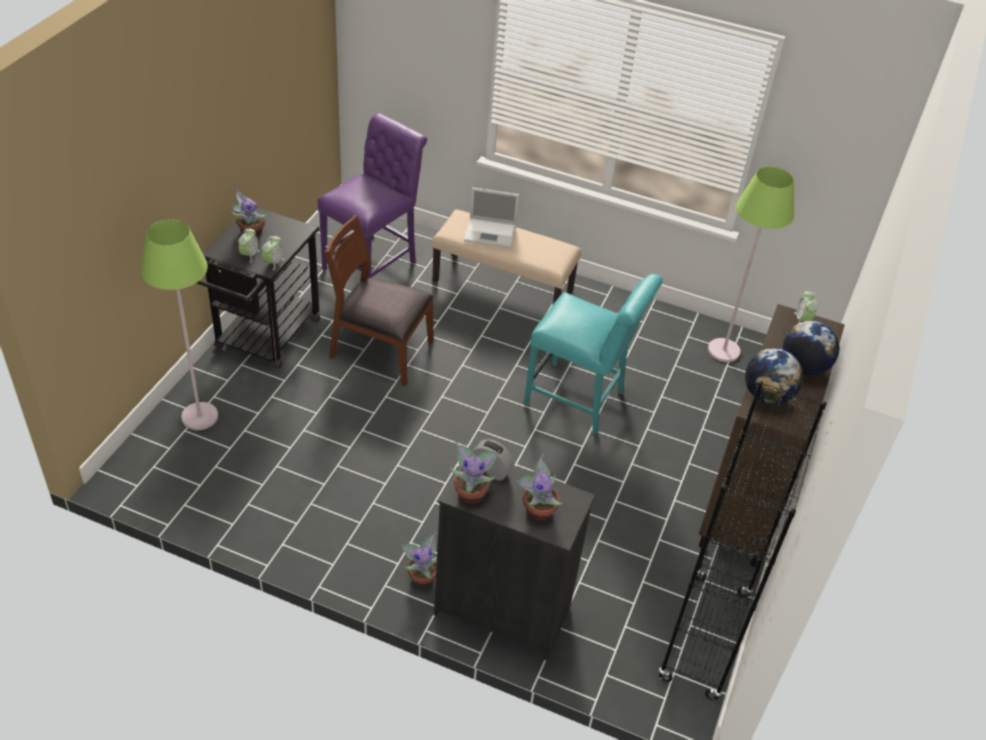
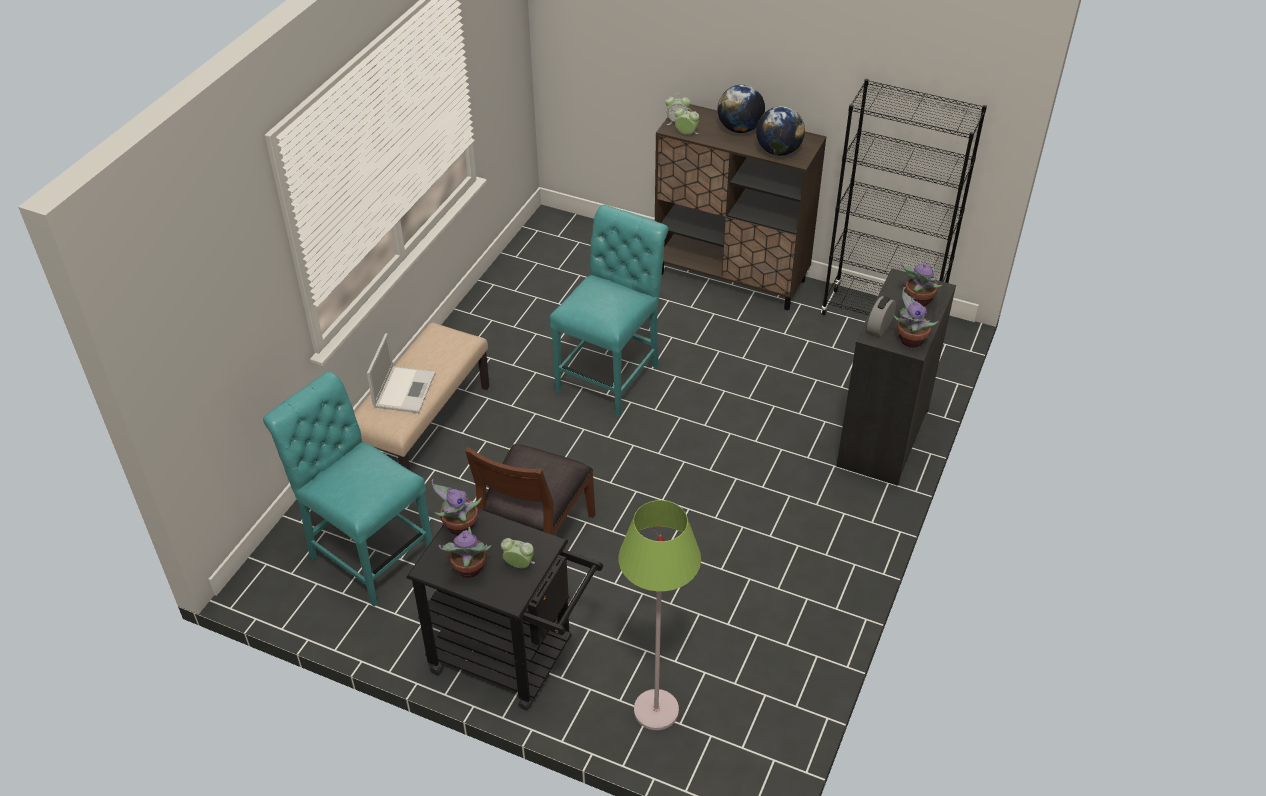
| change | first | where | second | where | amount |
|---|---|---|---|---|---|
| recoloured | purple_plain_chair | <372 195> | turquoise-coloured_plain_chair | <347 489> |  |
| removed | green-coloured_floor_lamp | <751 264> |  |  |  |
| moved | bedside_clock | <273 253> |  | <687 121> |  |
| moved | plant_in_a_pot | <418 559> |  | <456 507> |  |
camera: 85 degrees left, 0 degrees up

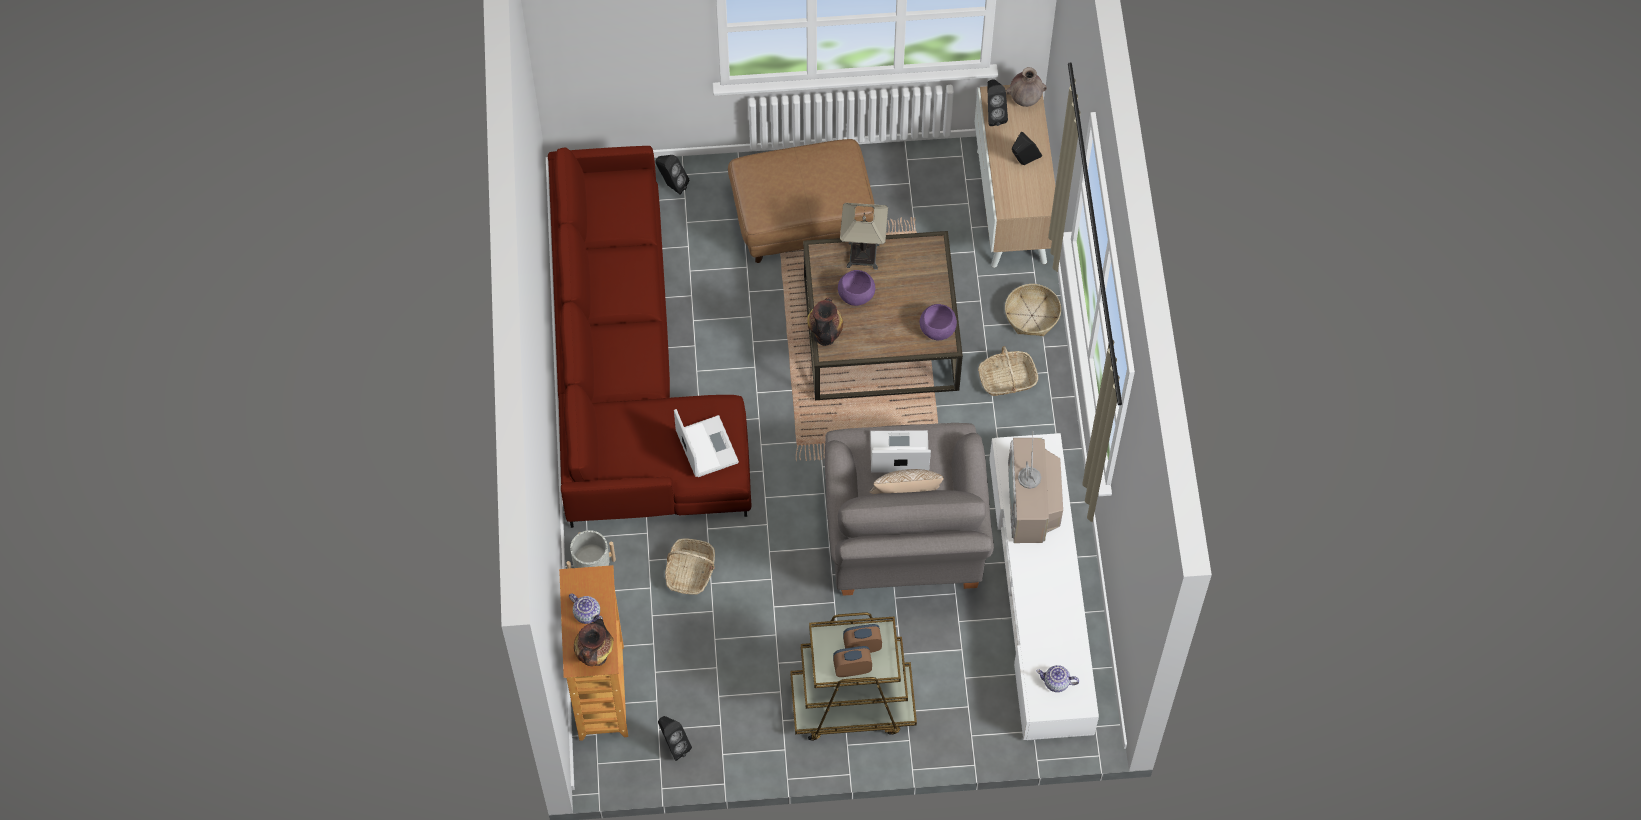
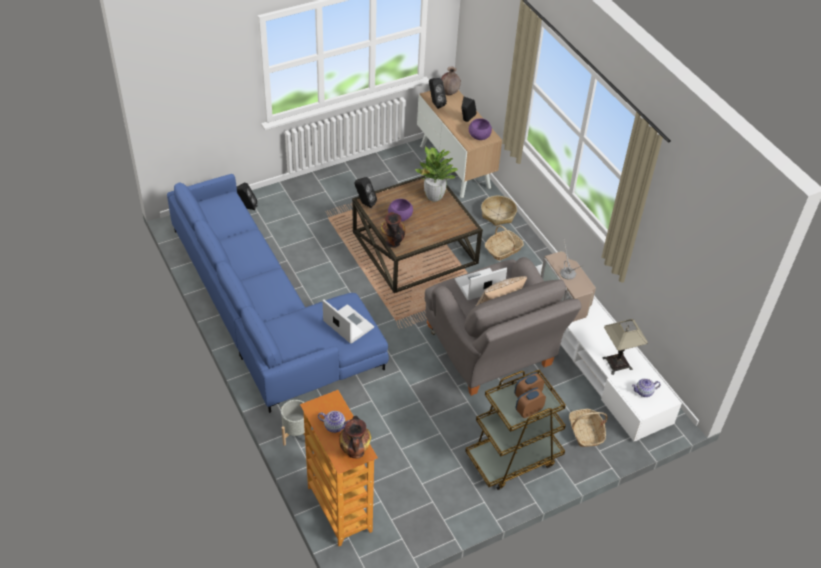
| change | first | where | second | where | amount |
|---|---|---|---|---|---|
| removed | brown_ottoman | <801 201> |  |  |  |
| recoloured | red-coloured_sofa | <649 337> | blue-coloured_sofa | <278 293> |  |
| moved | lamp_for_a_table | <864 236> |  | <625 347> |  |
| moved | purple_serving_bowl | <938 322> |  | <480 129> |  |
| moved | basket | <690 566> |  | <588 428> |  |
| moved | black_audio_speaker | <675 738> |  | <366 192> |  |
| added |  |  | plant_in_a_pot | <436 174> |  |
camera: 25 degrees left, 15 degrees down

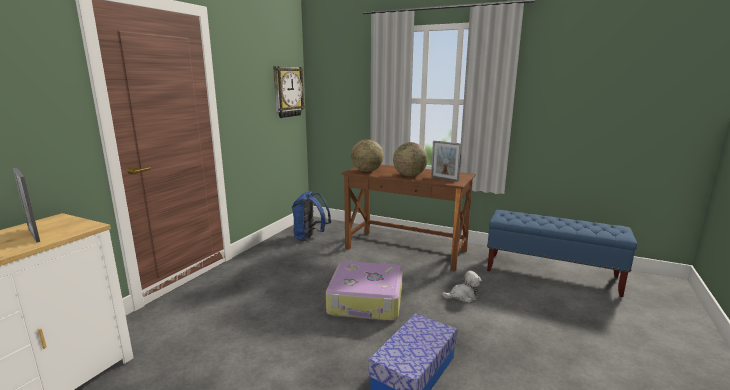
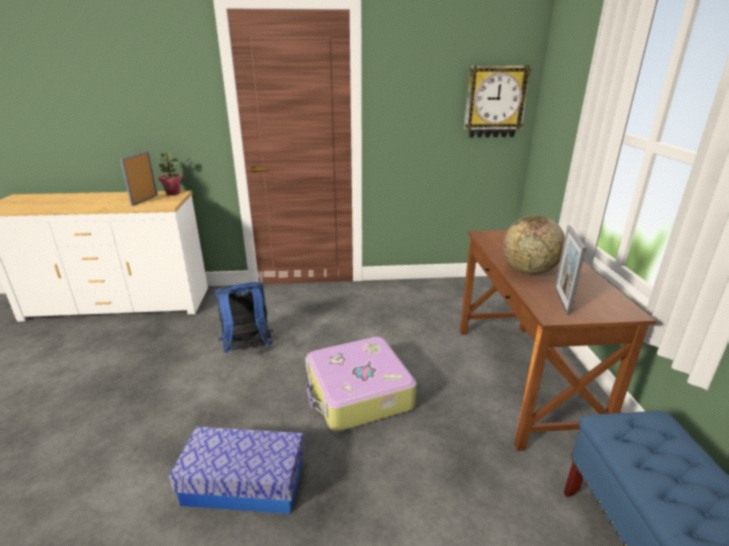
| change | first | where | second | where | amount |
|---|---|---|---|---|---|
| removed | desk_globe | <367 155> |  |  |  |
| moved | blue-coloured_backpack | <311 216> |  | <244 317> |  |
| removed | plush_toy | <461 287> |  |  |  |
| added |  |  | plant_in_a_pot | <170 173> |  |
camera: 60 degrees right, 10 degrees up

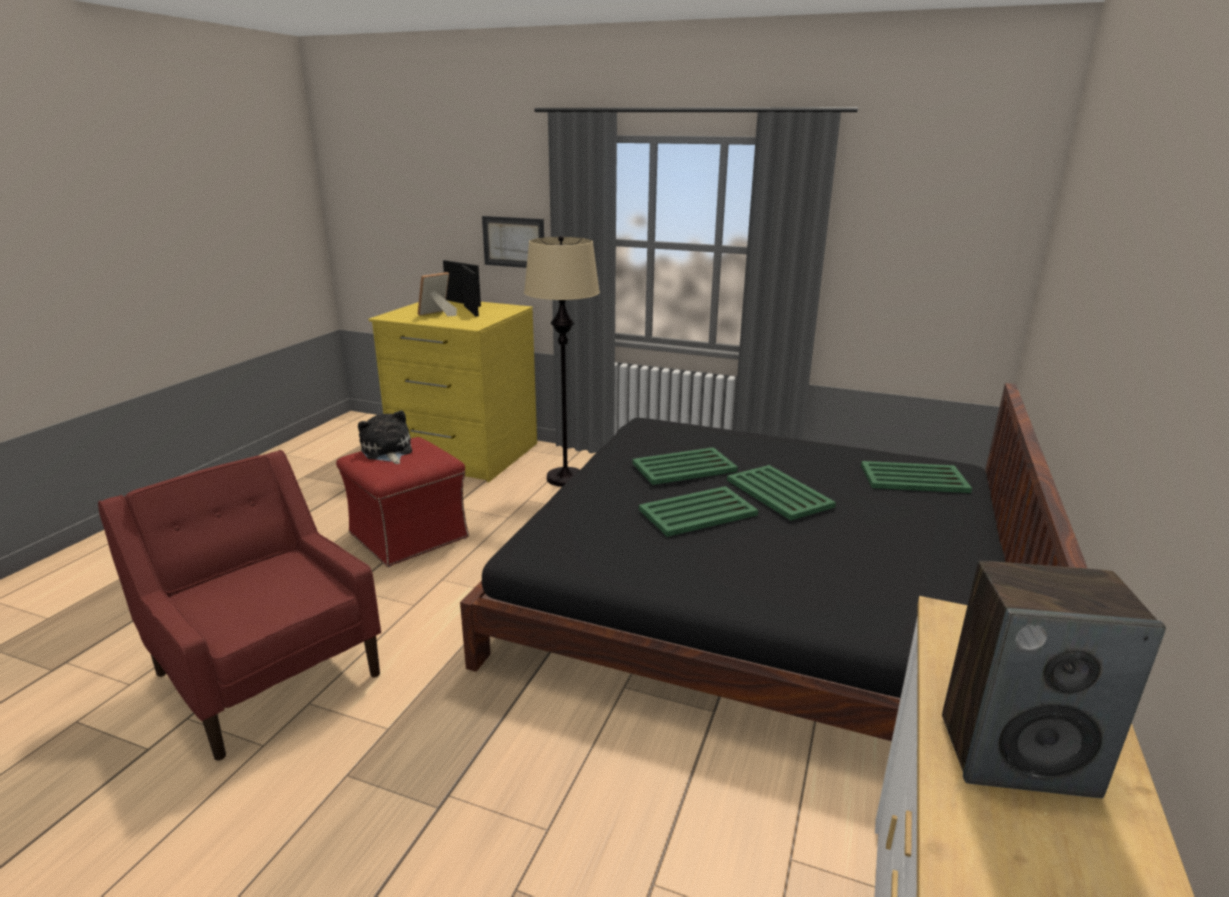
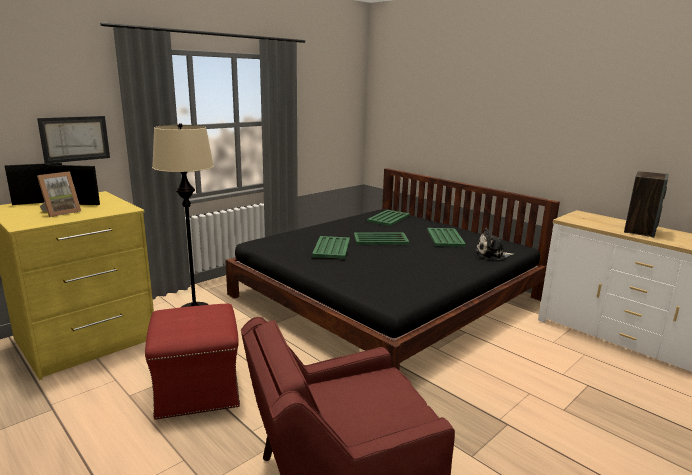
| change | first | where | second | where | amount |
|---|---|---|---|---|---|
| turned | standing_frame | <437 294> |  | <59 194> | 120 degrees counterclockwise |
| moved | plush_toy | <385 437> |  | <494 243> |  |
| moved | green-coloured_tray | <698 511> |  | <446 237> |  |
camera: 65 degrees left, 5 degrees down

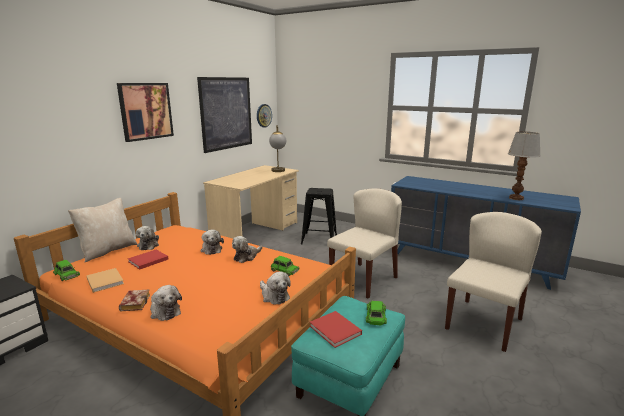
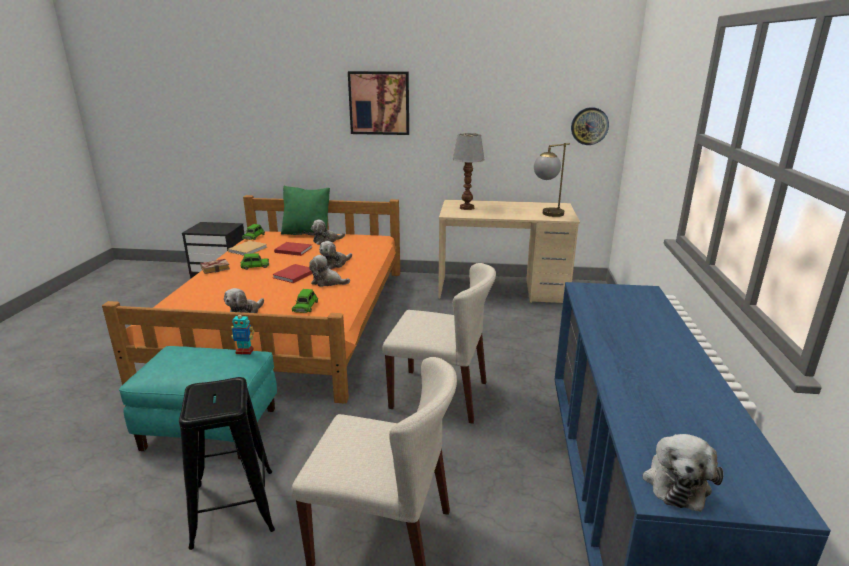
| change | first | where | second | where | amount |
|---|---|---|---|---|---|
| removed | picture | <224 115> |  |  |  |
| moved | lamp_for_a_table | <524 166> |  | <469 171> |  |
| moved | black_stool_seat | <319 216> |  | <227 463> |  |
| recoloured | sand-coloured_pillow | <102 230> | green-coloured_pillow | <305 211> |  |
| moved | plush_toy | <166 303> |  | <682 473> |  |
| moved | green-coloured_model_car | <376 313> |  | <254 261> |  |
| moved | red-coloured_volume | <336 329> |  | <292 273> |  |
| added |  |  | model_robot | <242 333> |  |
camera: 65 degrees right, 5 degrees up

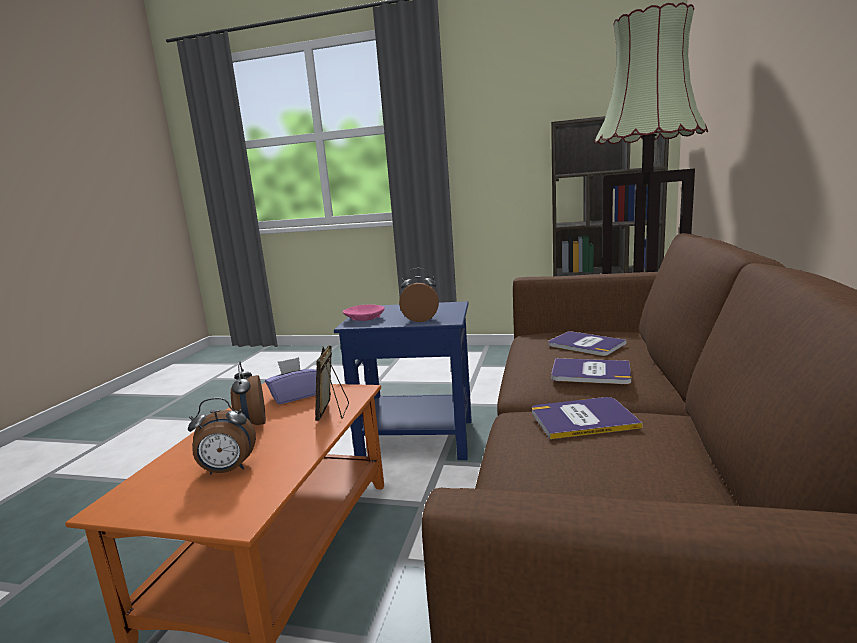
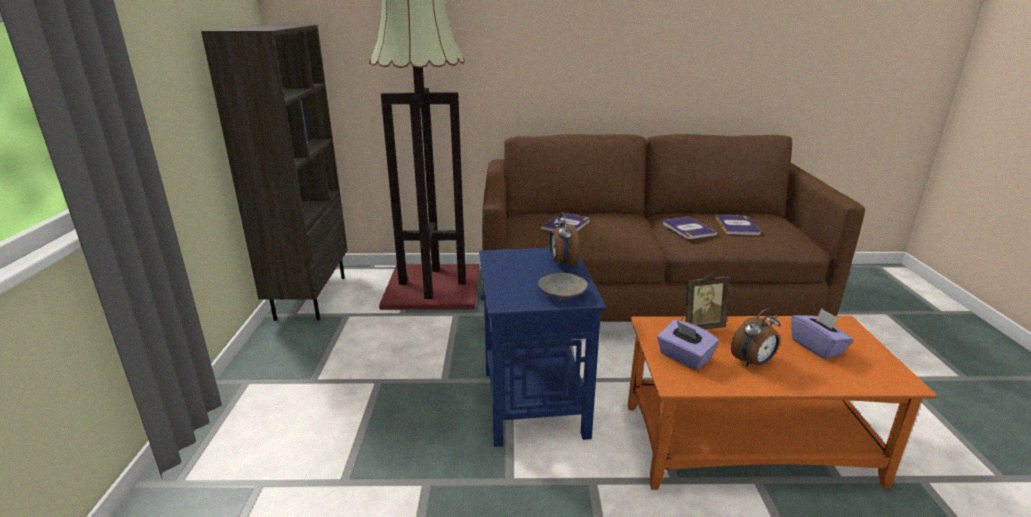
| change | first | where | second | where | amount |
|---|---|---|---|---|---|
| recoloured | pink-coloured_serving_bowl | <364 313> | greyish_serving_bowl | <563 287> |  |
| moved | volume | <591 371> |  | <738 225> |  |
| replaced | bedside_clock | <222 436> | purple_tissue_box | <822 333> |  |
camera: 105 degrees left, 10 degrees up

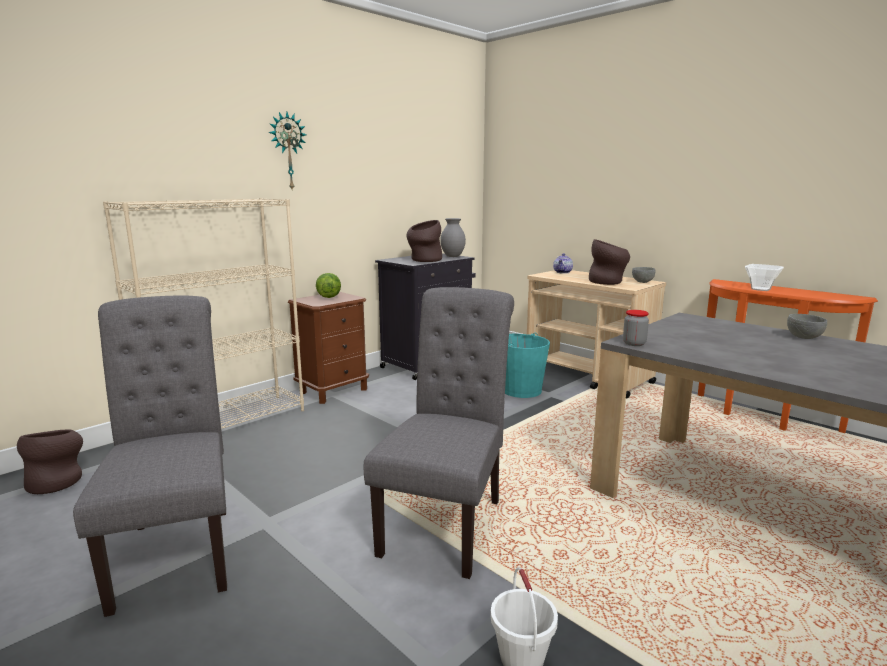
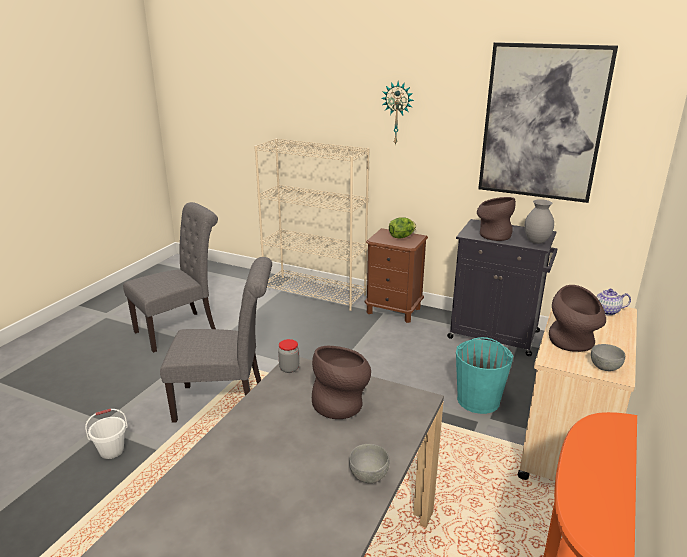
| change | first | where | second | where | amount |
|---|---|---|---|---|---|
| removed | serving_bowl | <764 277> |  |  |  |
| moved | brown_flower_vase | <50 461> |  | <341 382> |  |
| added |  |  | picture | <548 122> |  |
camera: 70 degrees right, 10 degrees up

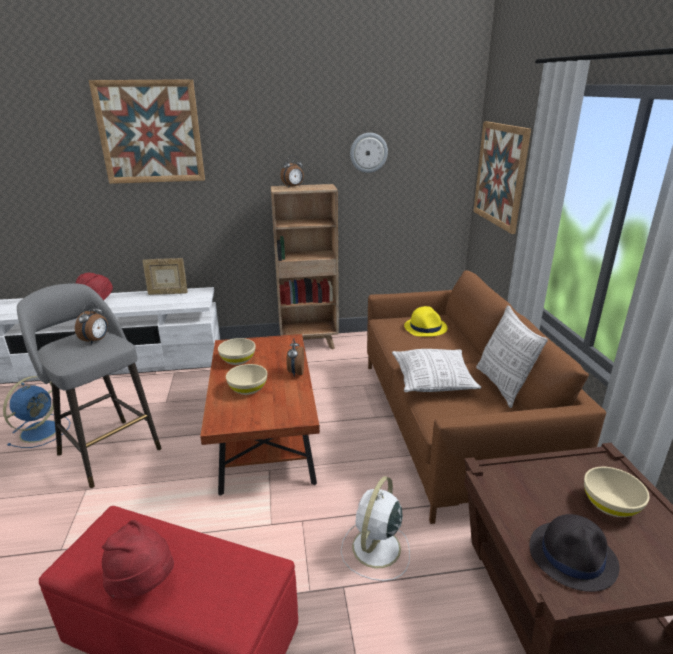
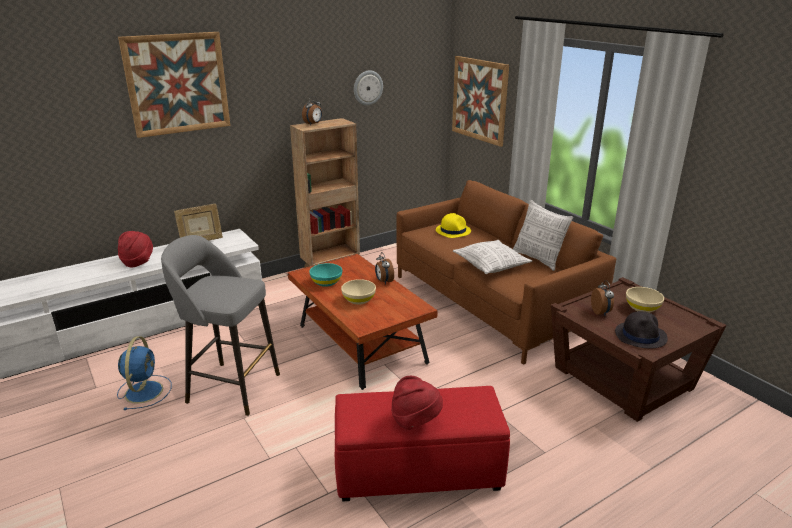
| change | first | where | second | where | amount |
|---|---|---|---|---|---|
| moved | bedside_clock | <91 323> |  | <602 297> |  |
| recoloured | sand-coloured_serving_bowl | <236 351> | turquoise-coloured_serving_bowl | <325 275> |  |
| removed | whitish_electric_fan | <375 528> |  |  |  |
camera: 25 degrees left, 0 degrees up

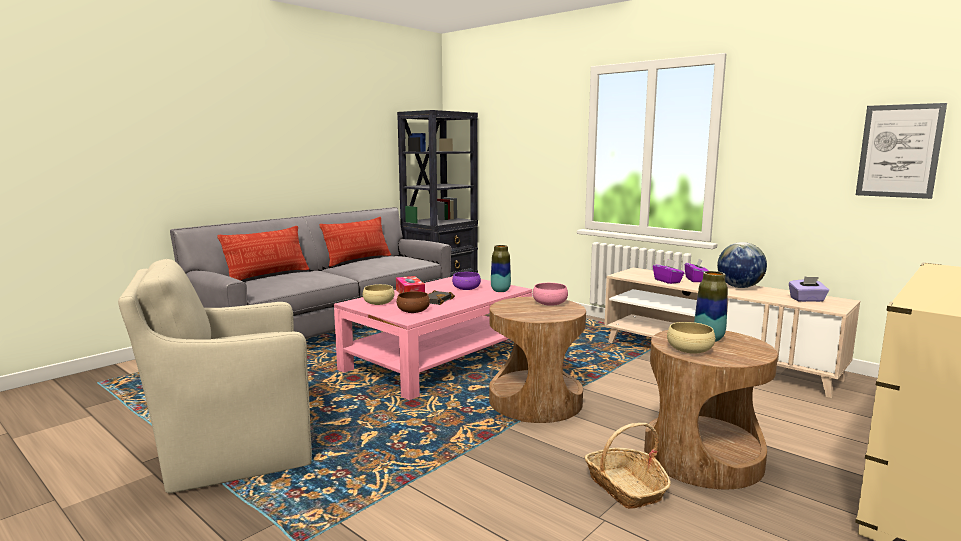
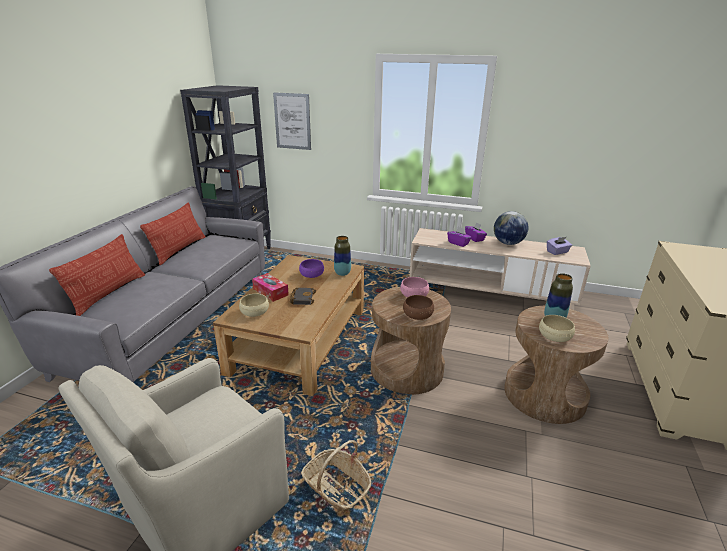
| change | first | where | second | where | amount |
|---|---|---|---|---|---|
| moved | picture | <901 151> |  | <292 121> |  |
| recoloured | pink-coloured_low_table | <433 338> | brown_low_table | <288 325> |  |
| moved | brown_serving_bowl | <413 302> |  | <418 307> |  |
| moved | basket | <627 466> |  | <336 476> |  |
camera: 25 degrees left, 15 degrees up

